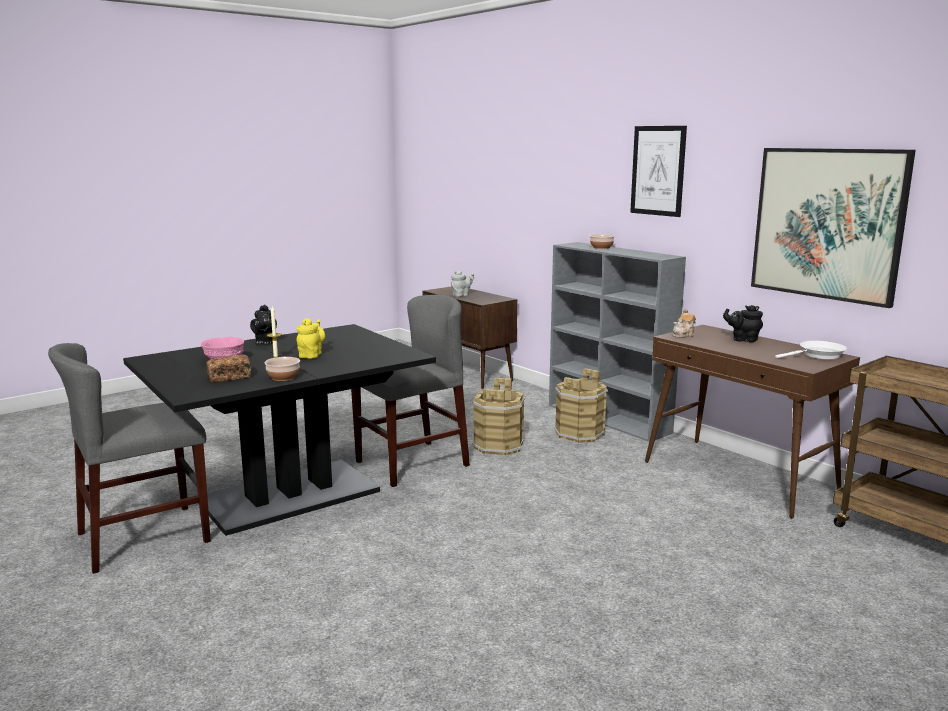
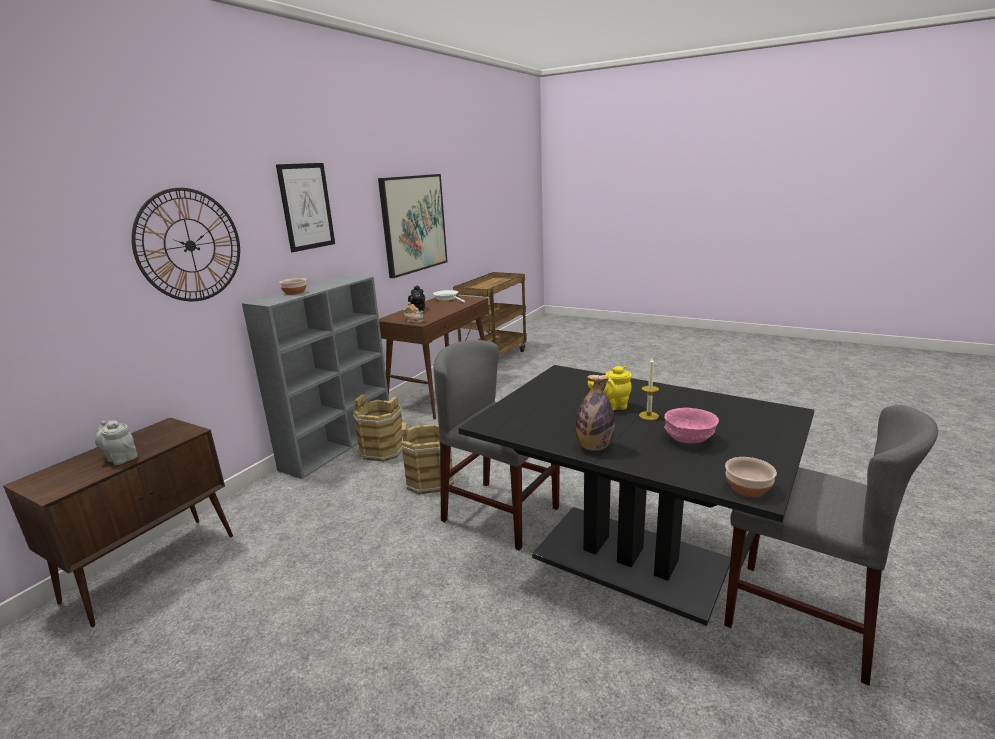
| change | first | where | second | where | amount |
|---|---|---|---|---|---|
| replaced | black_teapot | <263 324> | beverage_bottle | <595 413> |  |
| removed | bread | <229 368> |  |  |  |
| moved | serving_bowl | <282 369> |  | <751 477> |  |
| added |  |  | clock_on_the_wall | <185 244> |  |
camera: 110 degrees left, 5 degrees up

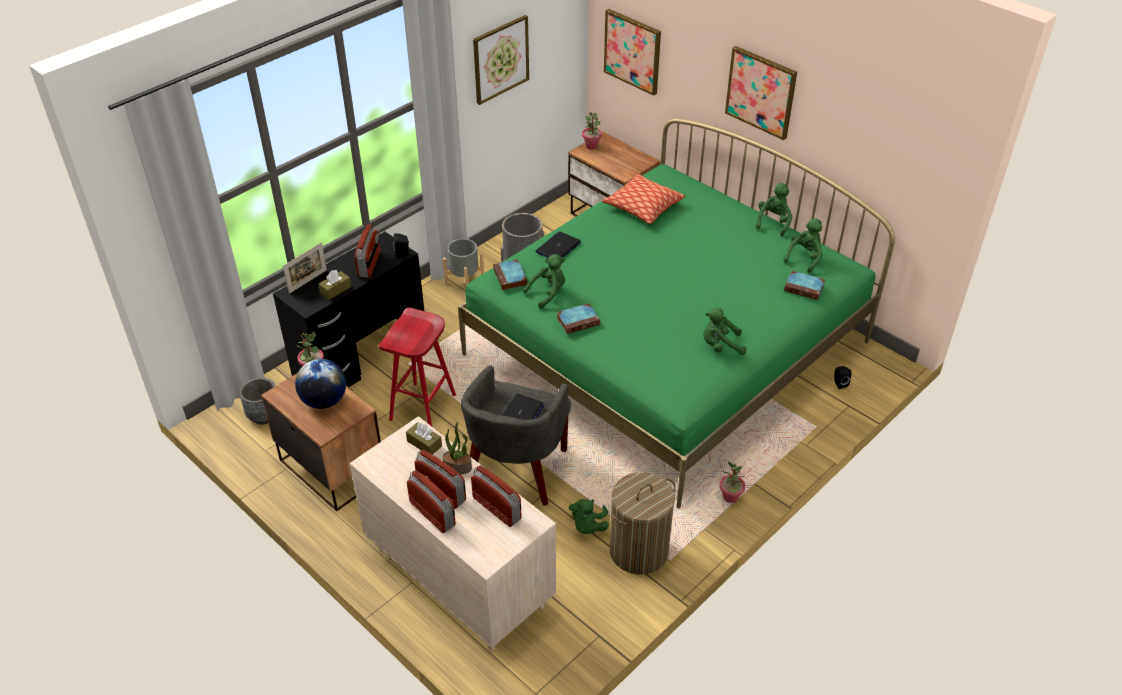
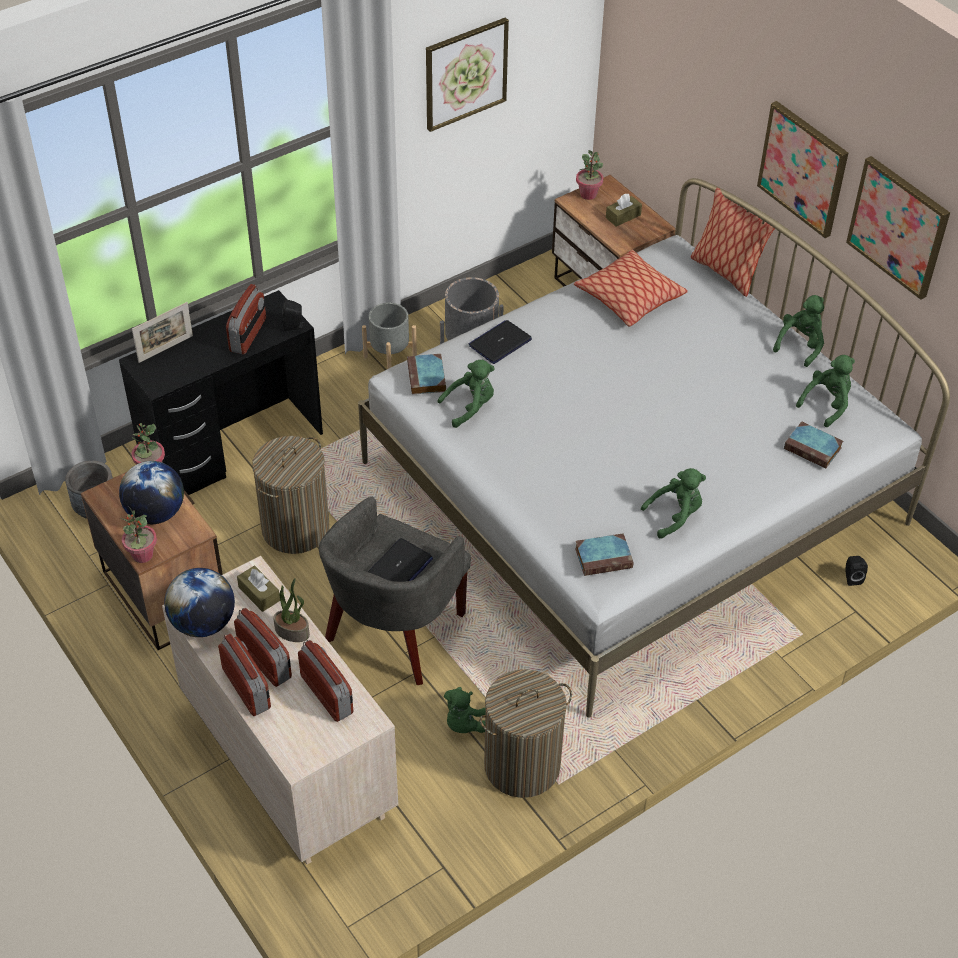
| change | first | where | second | where | amount |
|---|---|---|---|---|---|
| moved | picture | <632 52> |  | <898 228> |  |
| recoloured | green-coloured_bedroom_bed | <676 313> | whitish_bedroom_bed | <654 448> |  |
| moved | brown_tissue_box | <335 285> |  | <624 210> |  |
| moved | volume | <578 318> |  | <604 554> |  |
| replaced | red-coloured_stool_seat | <417 367> | hamper | <291 495> |  |
| turned | green-coloured_plush_toy | <725 331> |  | <673 503> | 150 degrees clockwise |
| moved | plant_in_a_pot | <732 482> |  | <138 535> |  |
| added |  |  | pillow | <733 242> |  |
| added |  |  | desk_globe | <199 602> |  |
camera: 10 degrees right, 5 degrees up

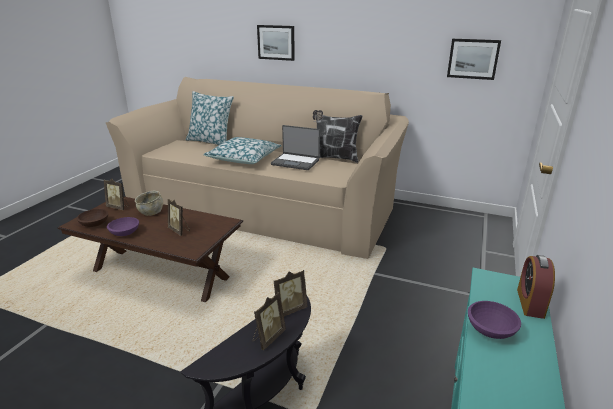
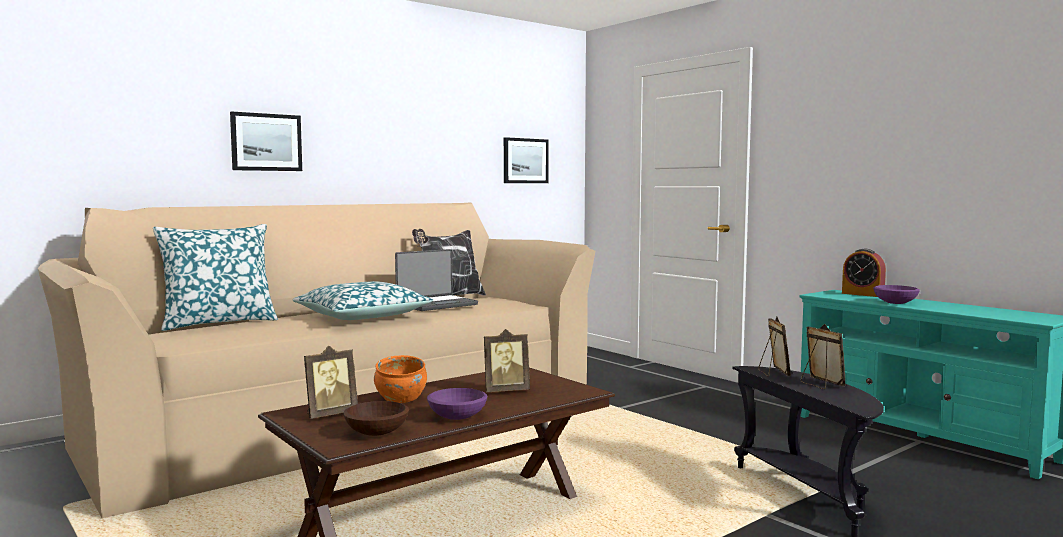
| change | first | where | second | where | amount |
|---|---|---|---|---|---|
| recoloured | sand-coloured_serving_bowl | <149 203> | orange-coloured_serving_bowl | <400 379> |  |
camera: 60 degrees left, 20 degrees down

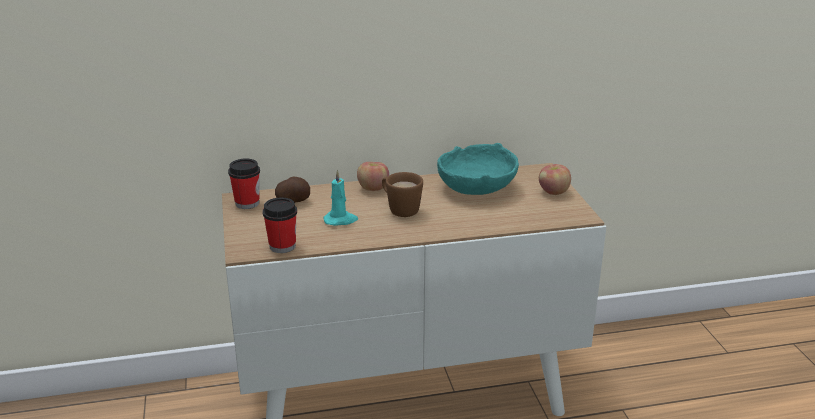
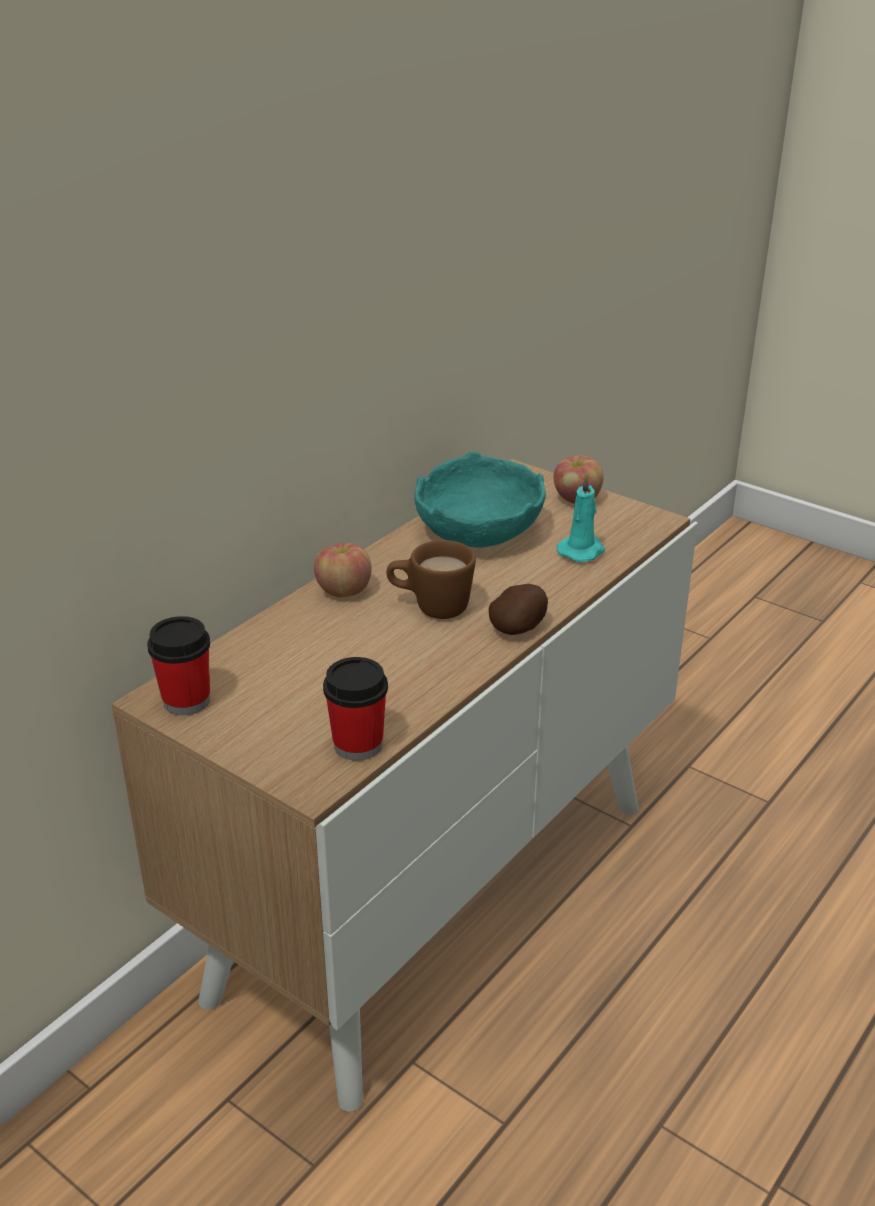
| change | first | where | second | where | amount |
|---|---|---|---|---|---|
| moved | turquoise-coloured_wax_candle | <340 198> |  | <580 518> |  |
| moved | whole_potato | <292 190> |  | <518 609> |  |
camera: 40 degrees left, 5 degrees up

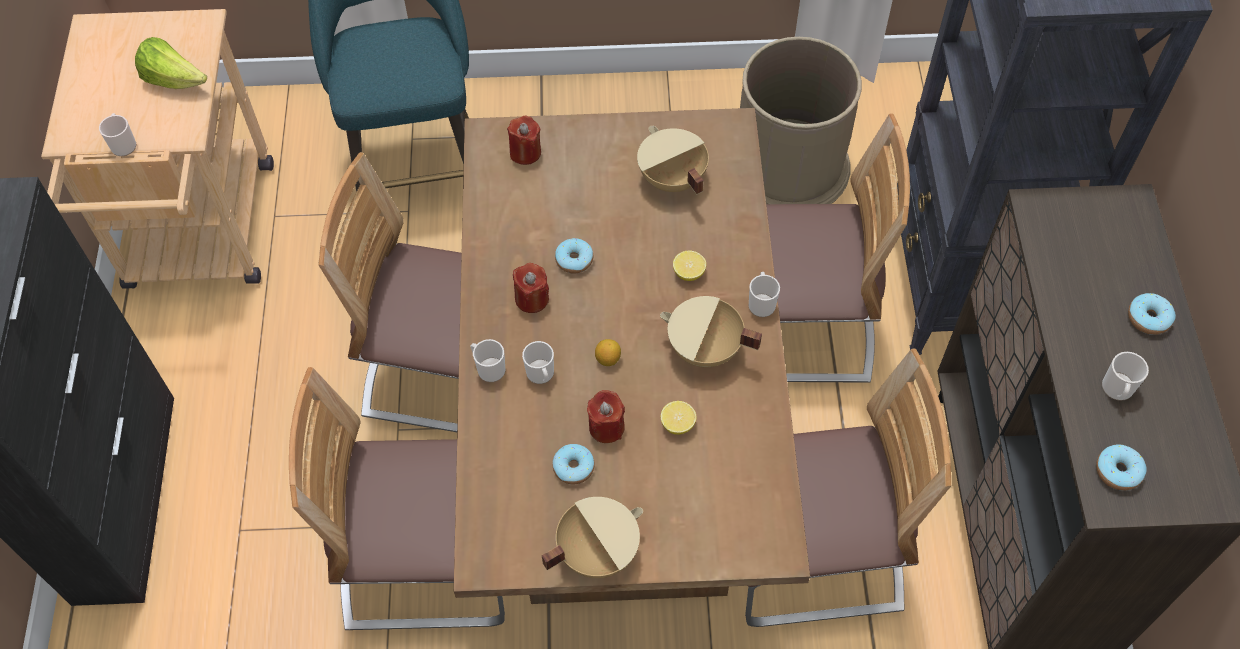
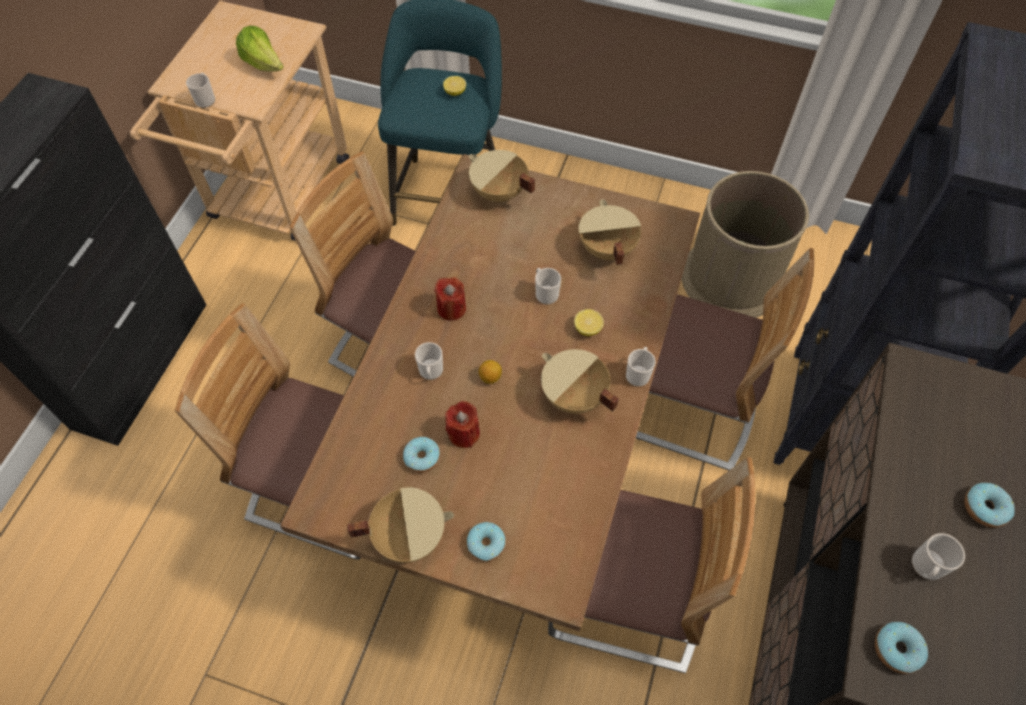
| change | first | where | second | where | amount |
|---|---|---|---|---|---|
| replaced | red-coloured_wax_candle | <524 140> | sand-coloured_saucepot | <502 176> |  |
| moved | donut | <574 256> |  | <486 542> |  |
| moved | coffee_mug | <487 360> |  | <548 286> |  |
| moved | citrus_fruit | <678 418> |  | <454 86> |  |
camera: 20 degrees right, 0 degrees up

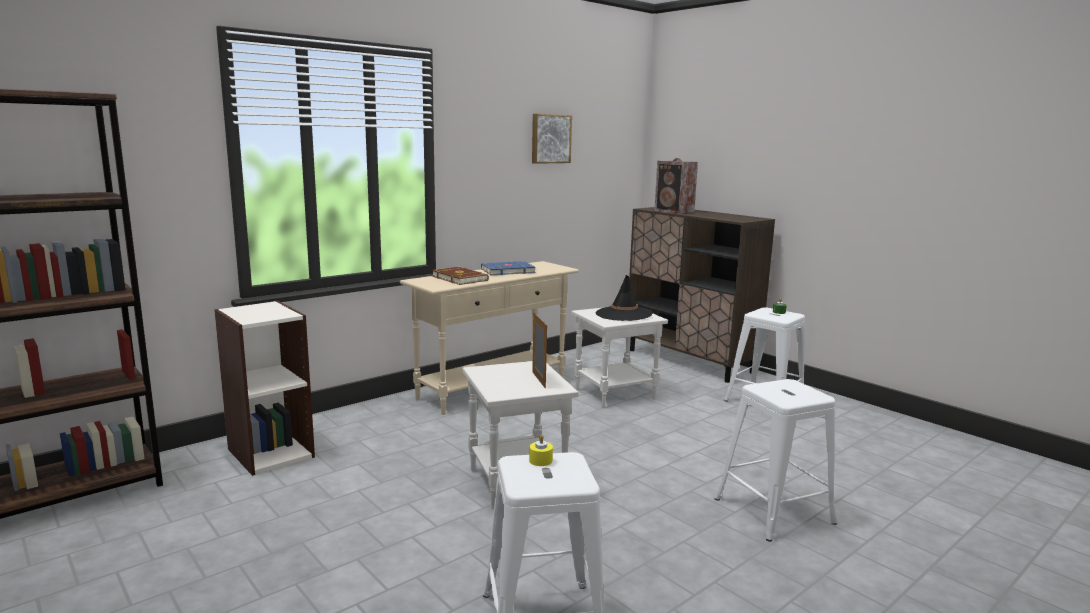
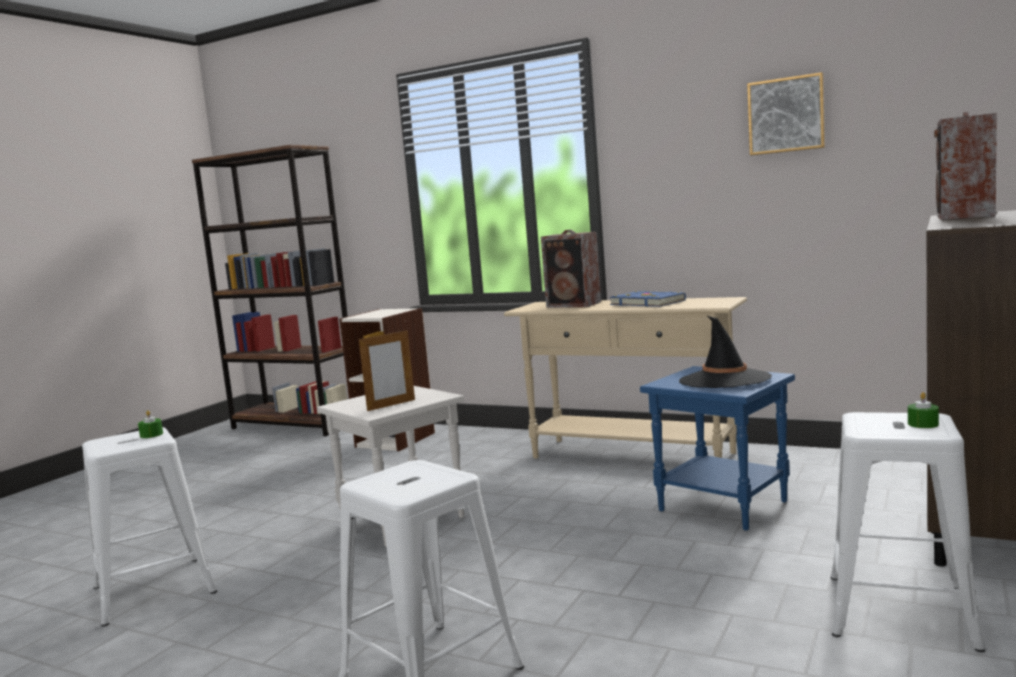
| change | first | where | second | where | amount |
|---|---|---|---|---|---|
| replaced | brown_volume | <460 276> | audio_speaker | <571 269> |  |
| recoloured | whitish_side_table | <619 357> | blue-coloured_side_table | <717 448> |  |
| recoloured | yellow-coloured_wax_candle | <541 450> | green-coloured_wax_candle | <150 424> |  |
camera: 70 degrees right, 5 degrees down

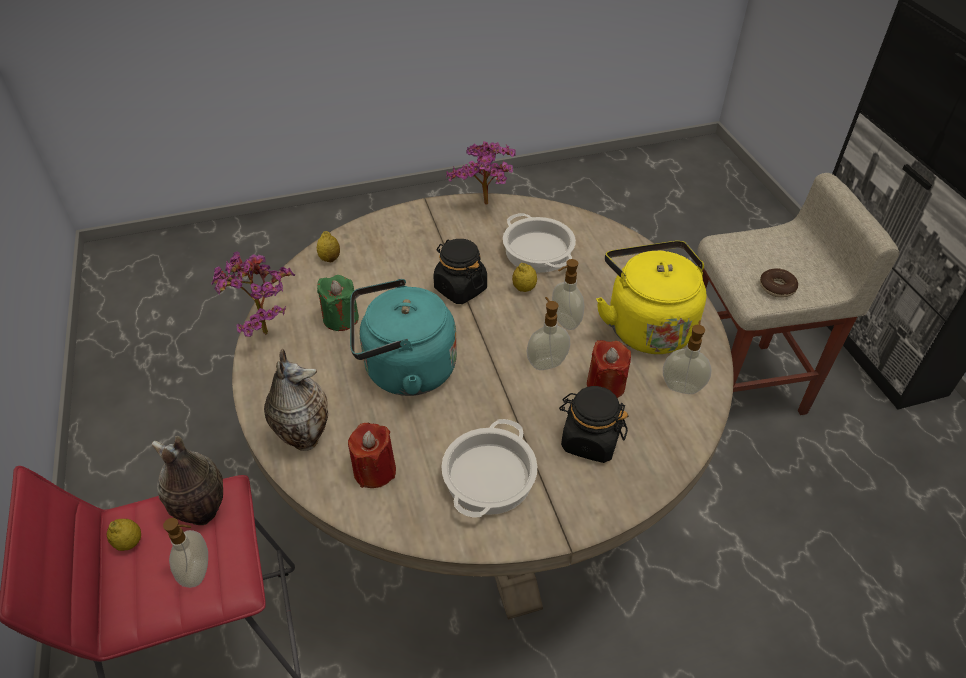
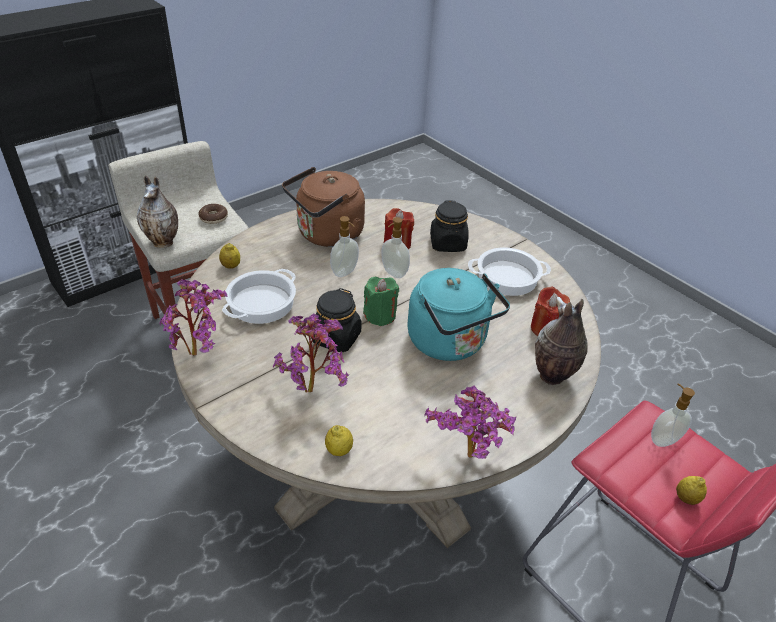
| change | first | where | second | where | amount |
|---|---|---|---|---|---|
| recoloured | yellow-coloured_water_kettle | <651 297> | brown_water_kettle | <323 207> |  |
| moved | citrus_fruit | <524 277> |  | <229 256> |  |
| moved | green-coloured_wax_candle | <338 303> |  | <381 301> |  |
| removed | soap_dispenser | <687 357> |  |  |  |
| moved | flower_vase | <187 480> |  | <157 211> |  |
| added |  |  | plant_in_a_pot | <311 353> |  |
camera: 115 degrees left, 5 degrees down

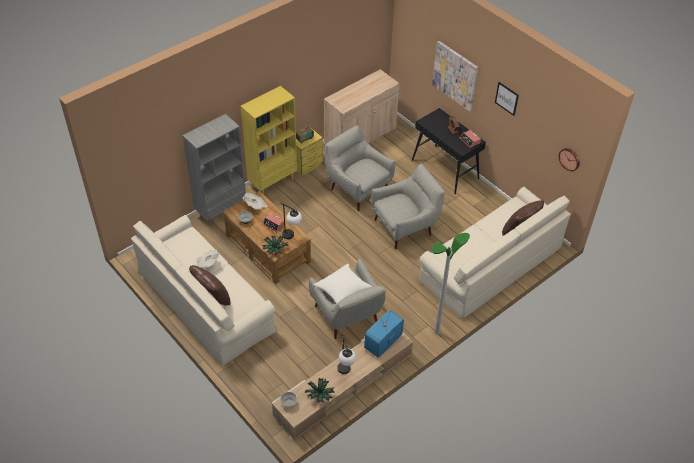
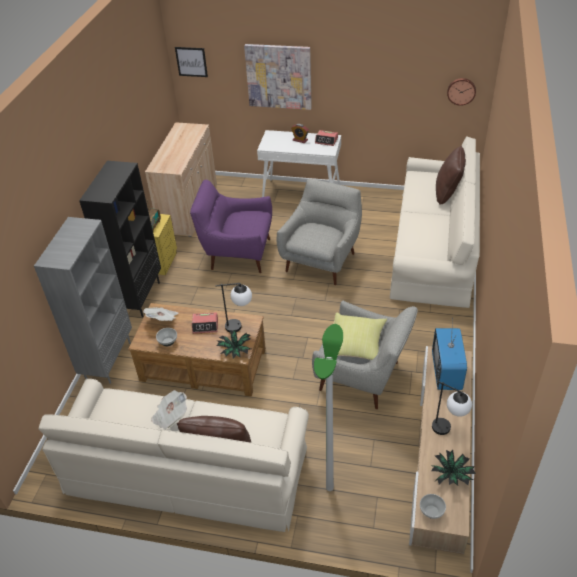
| change | first | where | second | where | amount |
|---|---|---|---|---|---|
| moved | picture | <507 99> |  | <191 62> |  |
| recoloured | yellow-coloured_bookshelf | <269 140> | black_bookshelf | <120 239> |  |
| recoloured | black_narrow_table | <449 151> | whitish_narrow_table | <299 163> |  |
| recoloured | greyish_lounge_chair | <360 168> | purple_lounge_chair | <231 226> |  |
| moved | floor_lamp | <451 284> |  | <328 407> |  |
| recoloured | whitish_pillow | <343 284> | yellow-coloured_pillow | <360 336> |  |
camera: 35 degrees left, 5 degrees down

